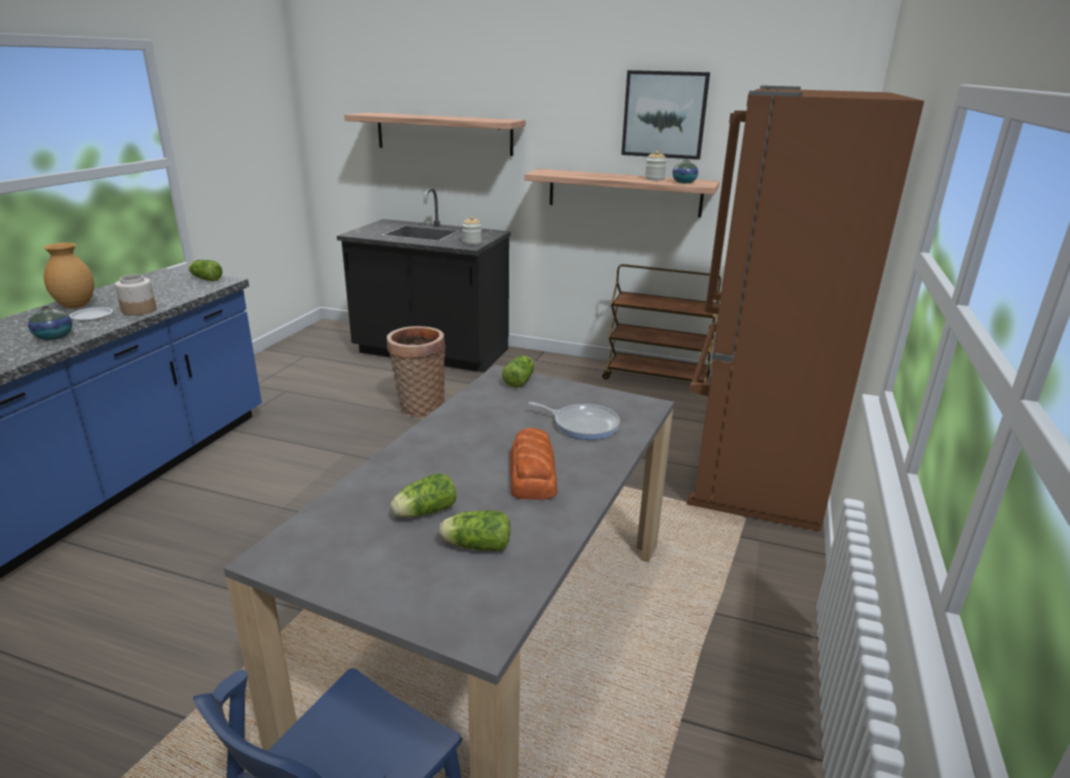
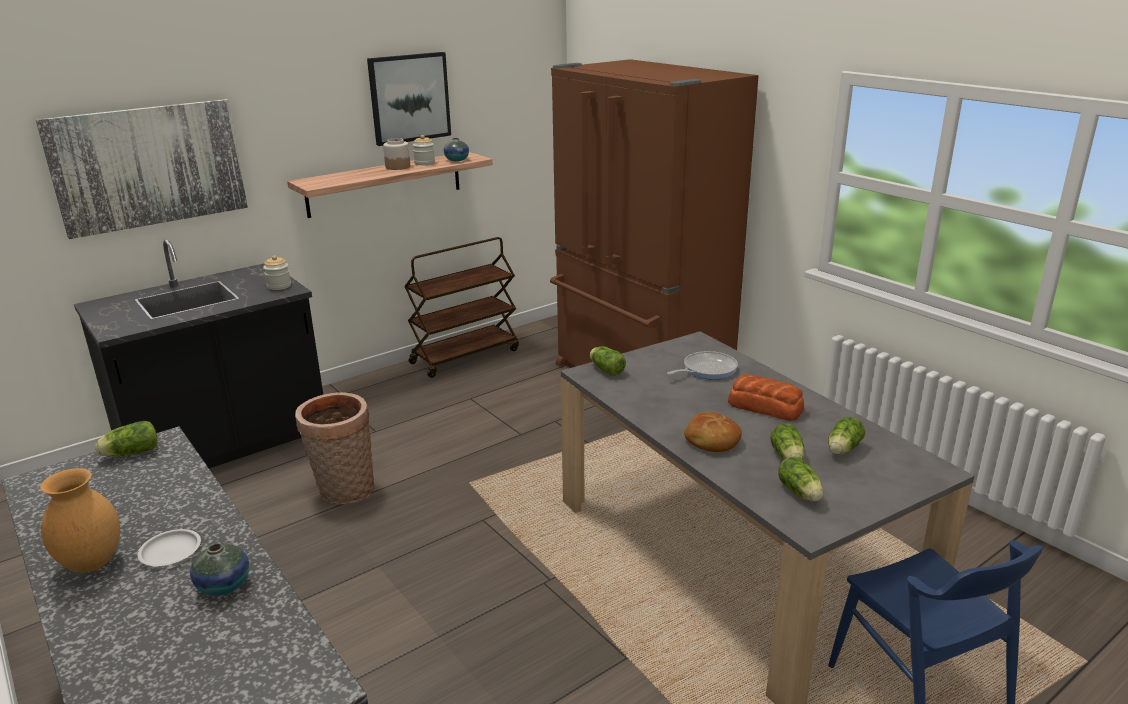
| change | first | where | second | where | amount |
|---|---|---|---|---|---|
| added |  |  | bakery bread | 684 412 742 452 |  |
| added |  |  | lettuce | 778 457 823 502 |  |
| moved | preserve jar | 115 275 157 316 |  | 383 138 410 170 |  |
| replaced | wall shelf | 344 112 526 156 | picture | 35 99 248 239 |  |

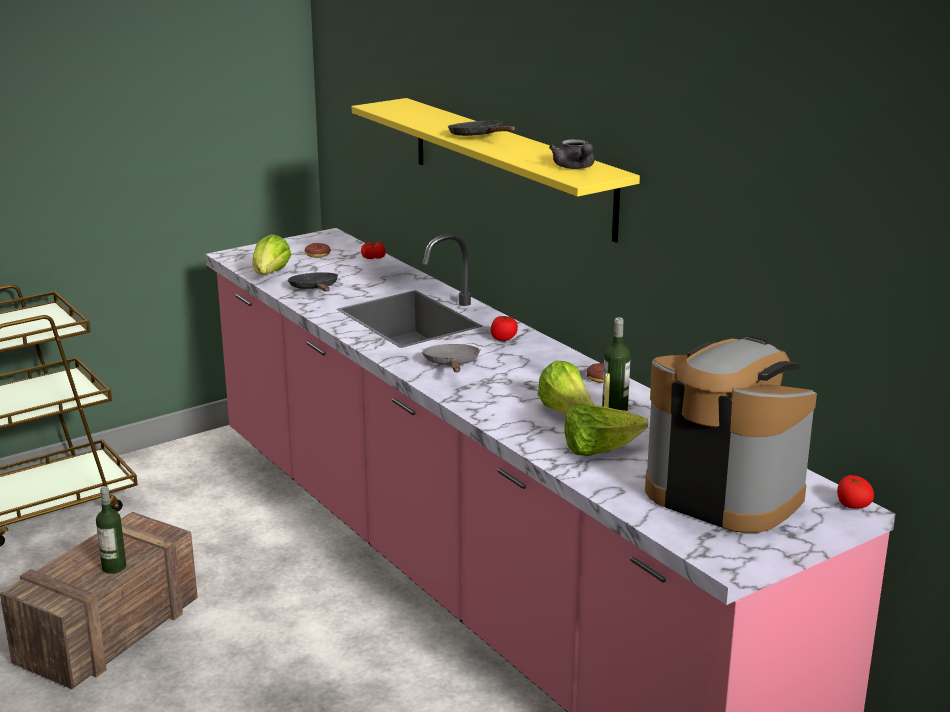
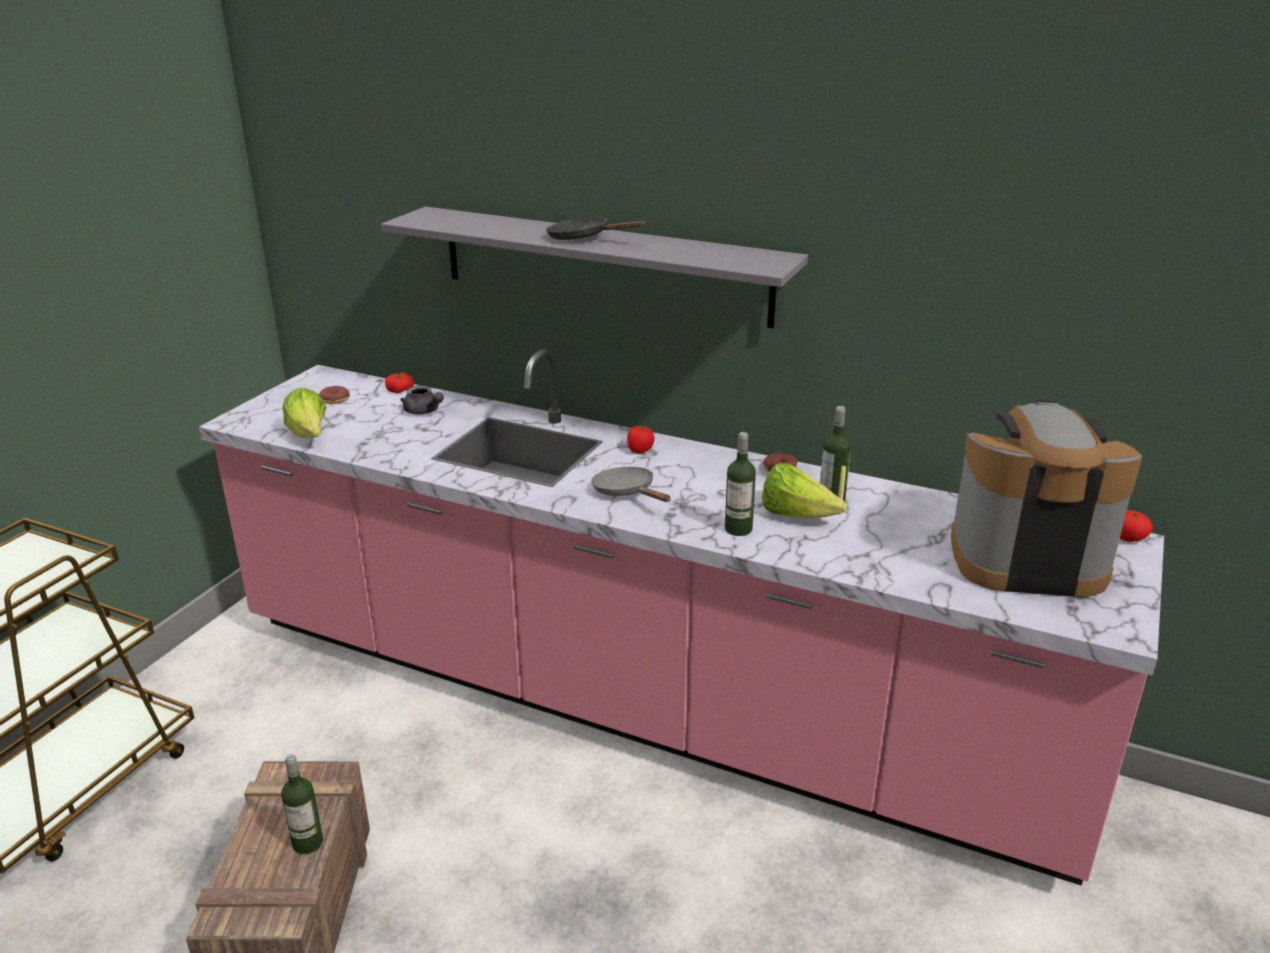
| change | first | where | second | where | amount |
|---|---|---|---|---|---|
| removed | black frying pan | 288 272 338 292 |  |  |  |
| removed | lettuce | 564 403 648 456 |  |  |  |
| added |  |  | beverage bottle | 725 432 756 536 |  |
| moved | gray pot for tea | 549 139 594 169 |  | 400 385 444 415 |  |
| recoloured | yellow-coloured wall shelf | 352 98 640 242 | gray wall shelf | 381 206 808 328 |  |

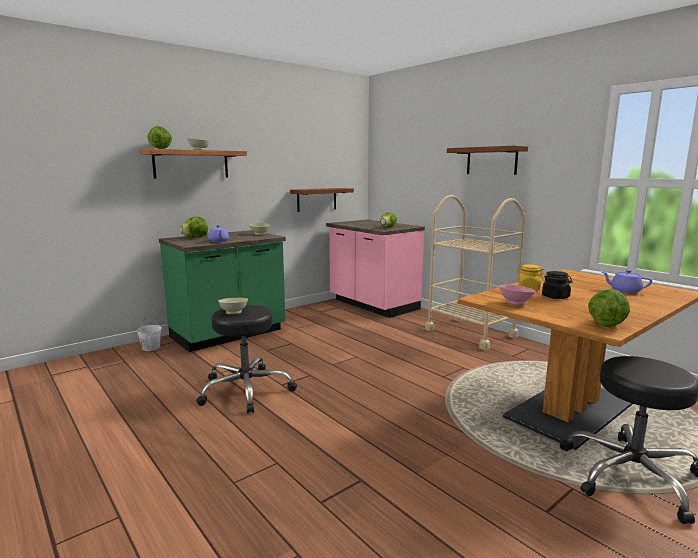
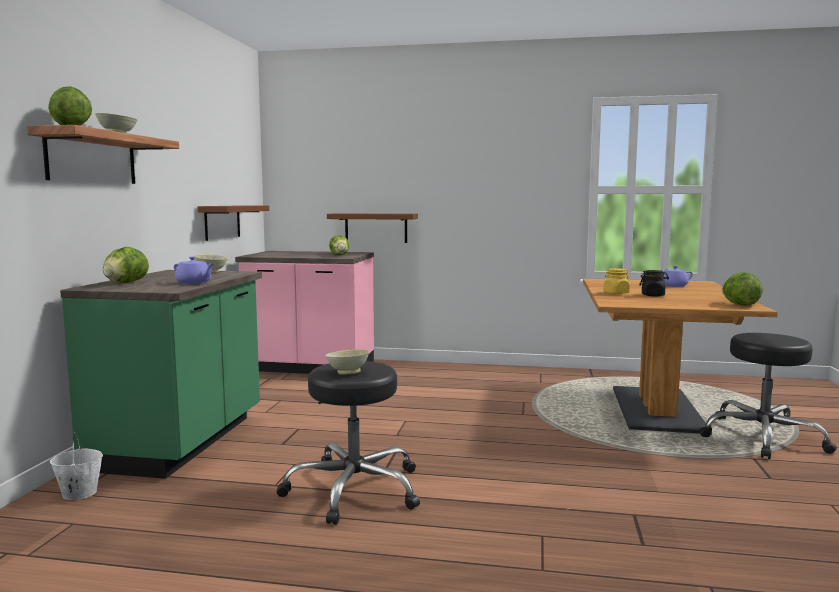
| change | first | where | second | where | amount |
|---|---|---|---|---|---|
| removed | beige-coloured wheeled cart | 425 195 525 350 |  |  |  |
| removed | pinkish bowl | 499 284 535 305 |  |  |  |
| moved | brownish wall shelf | 447 146 528 175 |  | 327 213 418 243 |  |

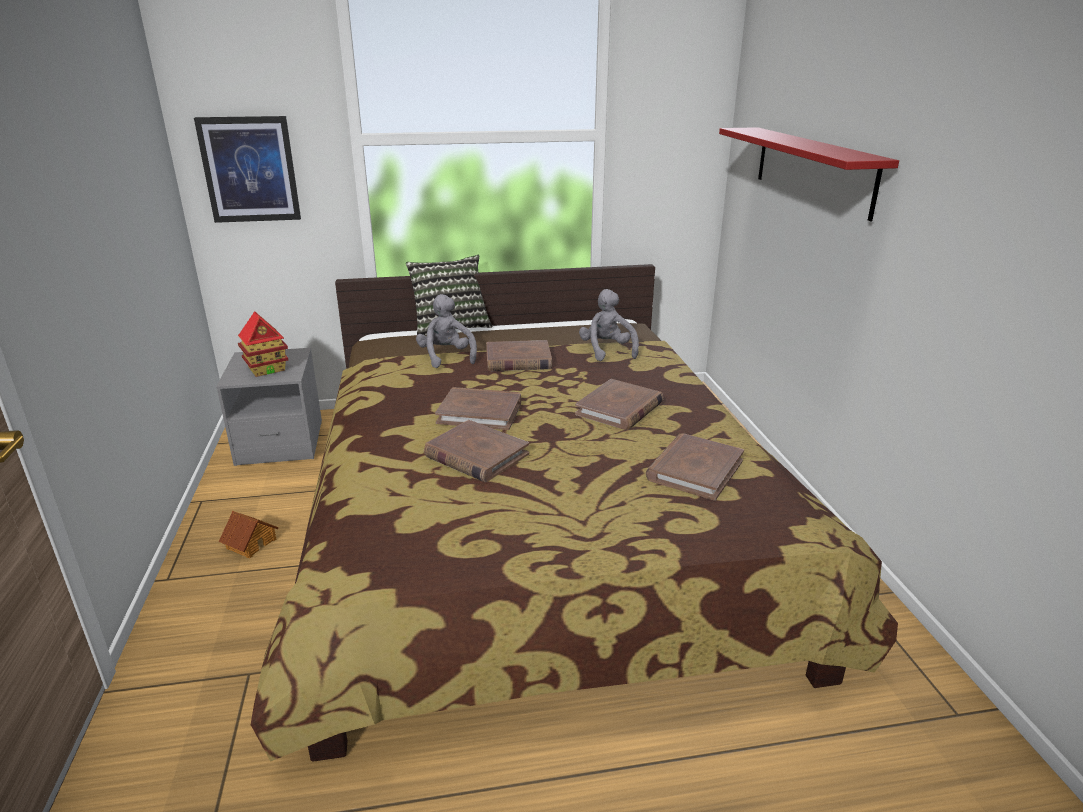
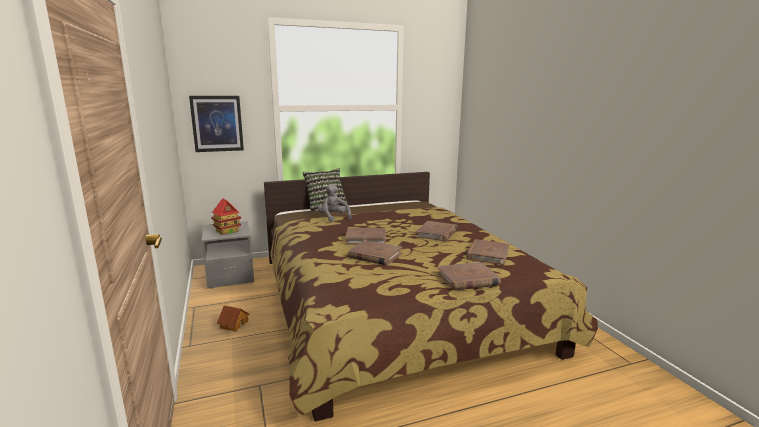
| change | first | where | second | where | amount |
|---|---|---|---|---|---|
| removed | gray cuddly toy | 579 289 639 361 |  |  |  |
| removed | red wall shelf | 719 127 899 221 |  |  |  |
| moved | brownish book | 486 340 552 371 |  | 437 262 501 291 |  |

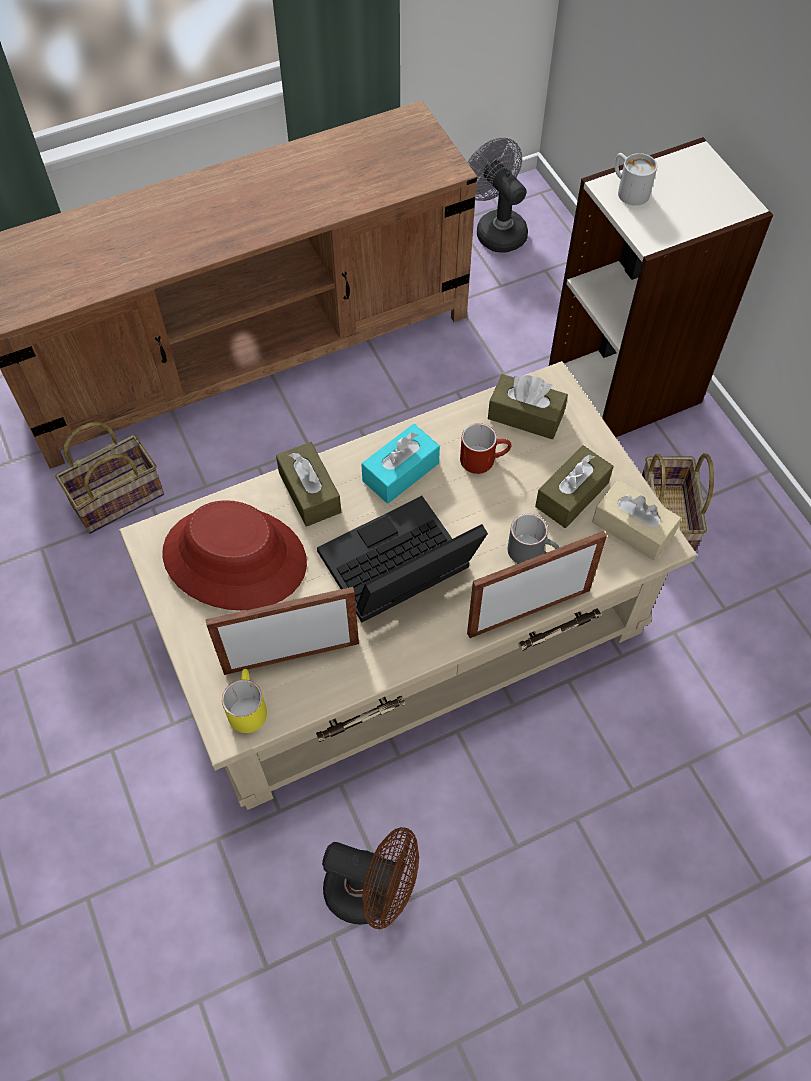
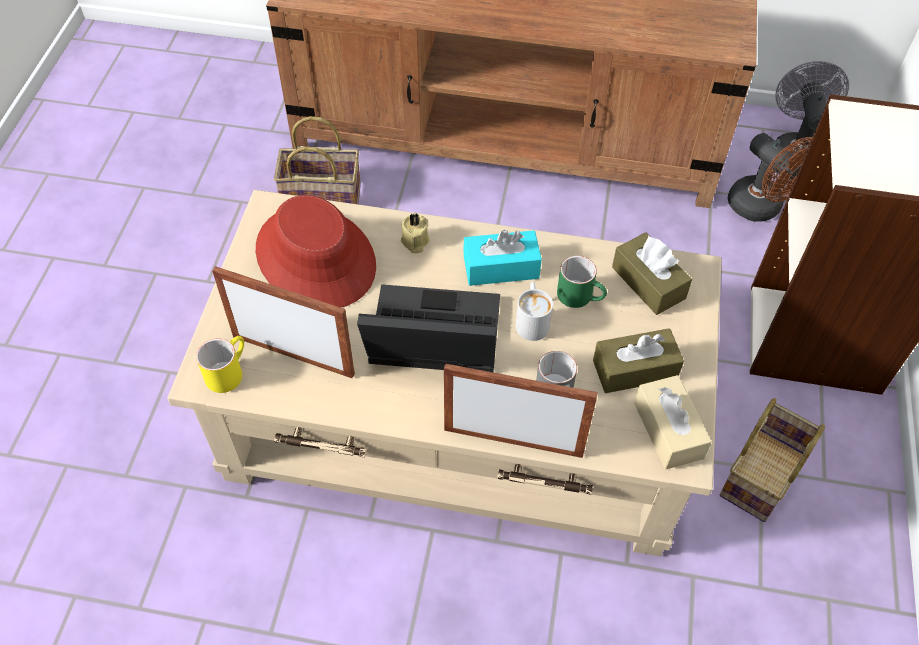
| change | first | where | second | where | amount |
|---|---|---|---|---|---|
| moved | brownish fan | 322 827 419 929 |  | 728 133 813 222 |  |
| moved | white-coloured tea mug | 615 153 657 206 |  | 516 281 553 341 |  |
| replaced | brownish tissue box | 276 442 341 527 | beige-coloured candle | 401 214 430 253 |  |
| recoloured | red tea mug | 460 423 511 474 | green-coloured tea mug | 557 256 607 308 |  |

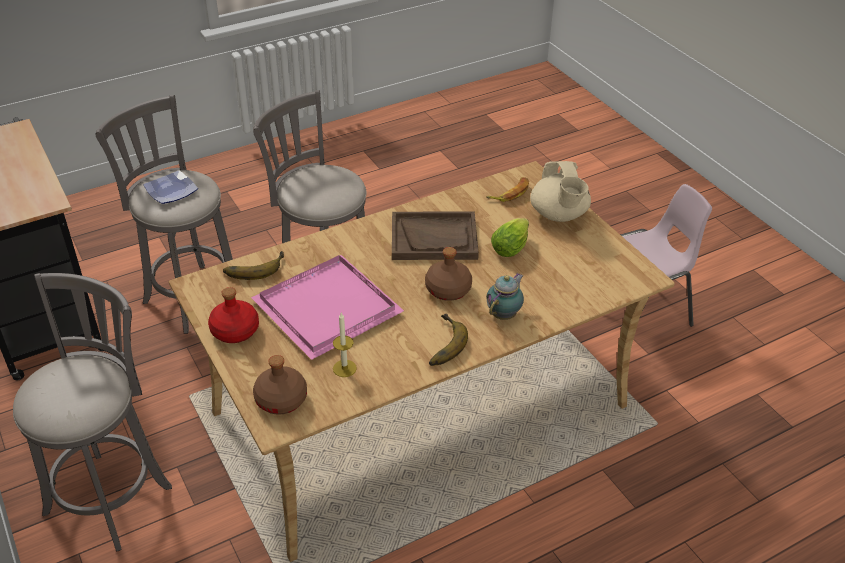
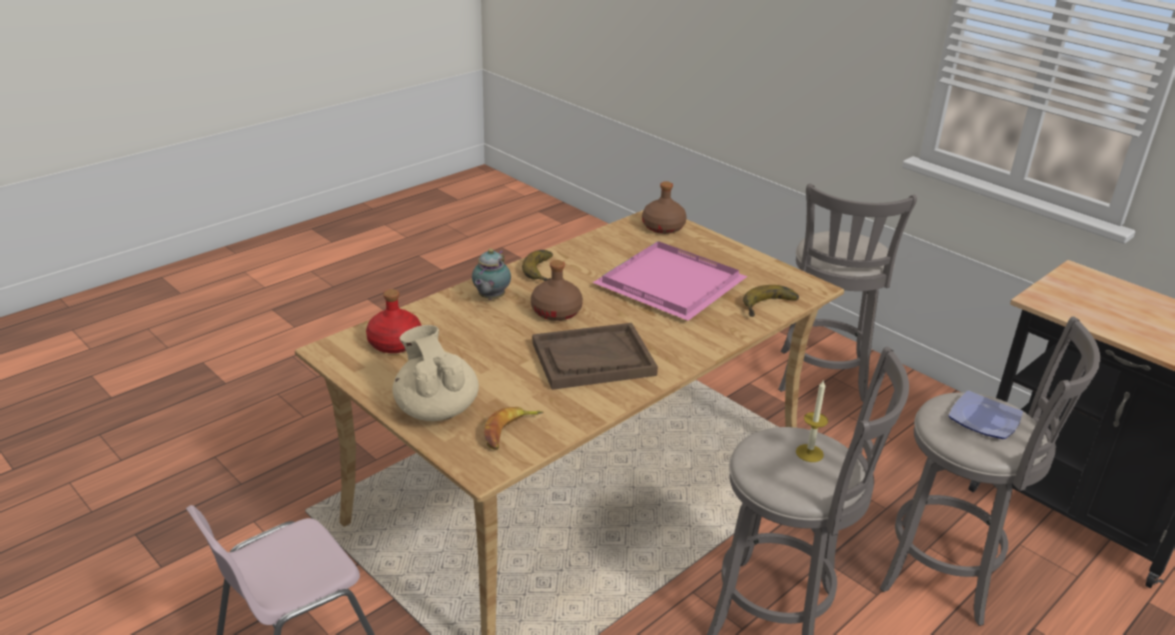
| change | first | where | second | where | amount |
|---|---|---|---|---|---|
| removed | lettuce | 491 218 529 257 |  |  |  |
| moved | red beverage bottle | 208 287 259 343 |  | 366 289 422 353 |  |
| moved | candle | 333 313 357 377 |  | 796 379 828 462 |  |

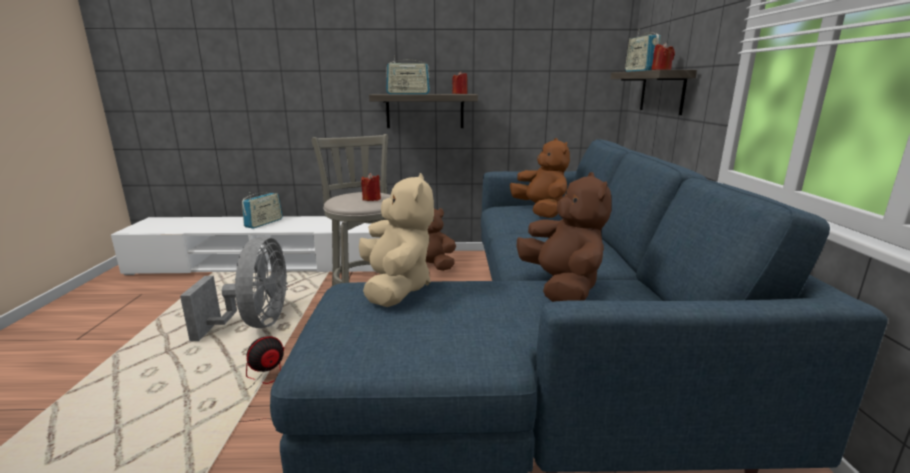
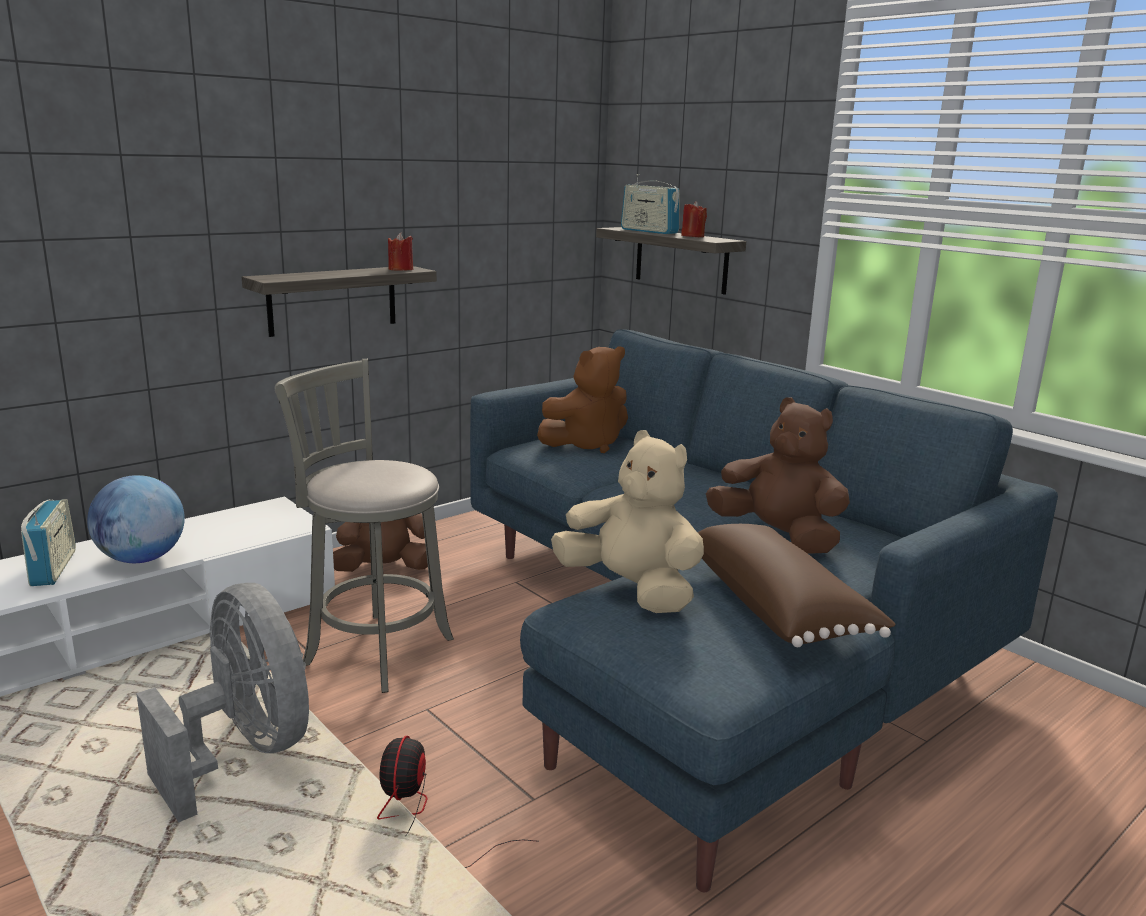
| change | first | where | second | where | amount |
|---|---|---|---|---|---|
| removed | red candle | 361 173 381 201 |  |  |  |
| removed | radio | 386 56 430 94 |  |  |  |
| added |  |  | desk globe | 87 475 185 563 |  |
| added |  |  | brownish throw pillow | 697 524 895 647 |  |
| turned | brownish cuddly toy | 510 138 570 218 |  | 537 347 628 453 | 120 degrees clockwise |

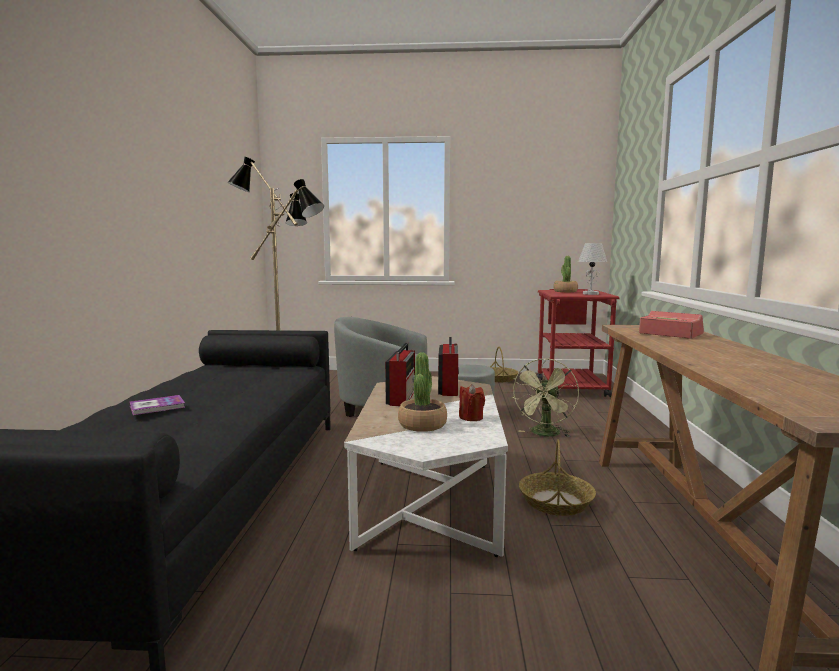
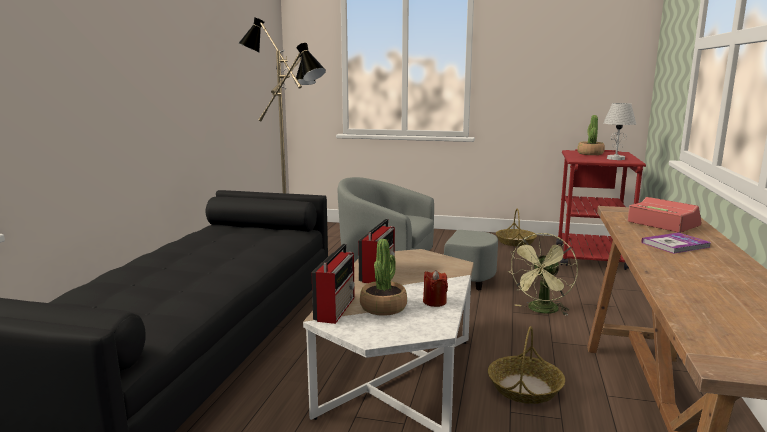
| change | first | where | second | where | amount |
|---|---|---|---|---|---|
| moved | book | 129 395 185 415 |  | 641 232 711 254 |  |
| moved | radio | 438 337 459 396 |  | 312 243 355 324 |  |

